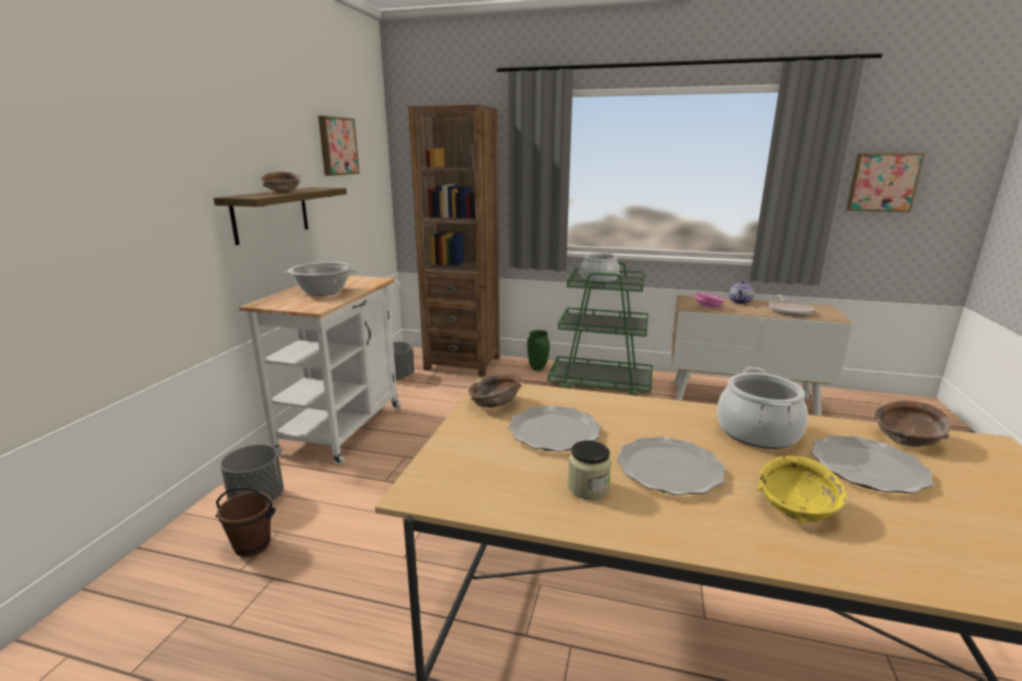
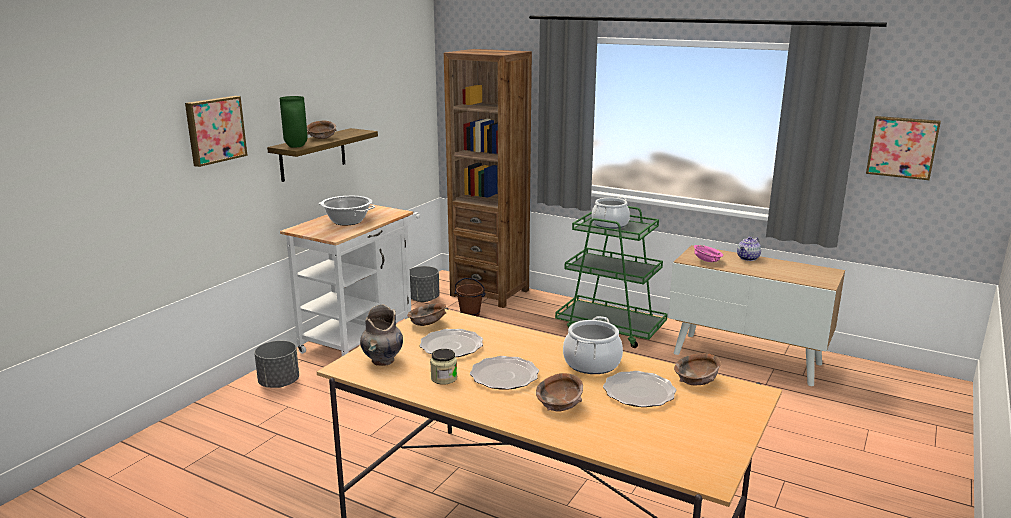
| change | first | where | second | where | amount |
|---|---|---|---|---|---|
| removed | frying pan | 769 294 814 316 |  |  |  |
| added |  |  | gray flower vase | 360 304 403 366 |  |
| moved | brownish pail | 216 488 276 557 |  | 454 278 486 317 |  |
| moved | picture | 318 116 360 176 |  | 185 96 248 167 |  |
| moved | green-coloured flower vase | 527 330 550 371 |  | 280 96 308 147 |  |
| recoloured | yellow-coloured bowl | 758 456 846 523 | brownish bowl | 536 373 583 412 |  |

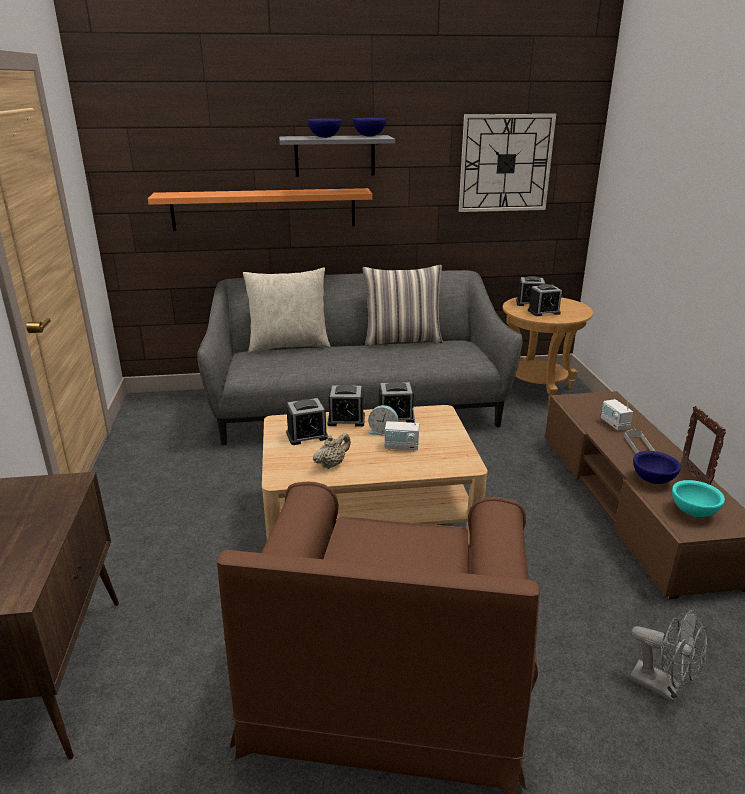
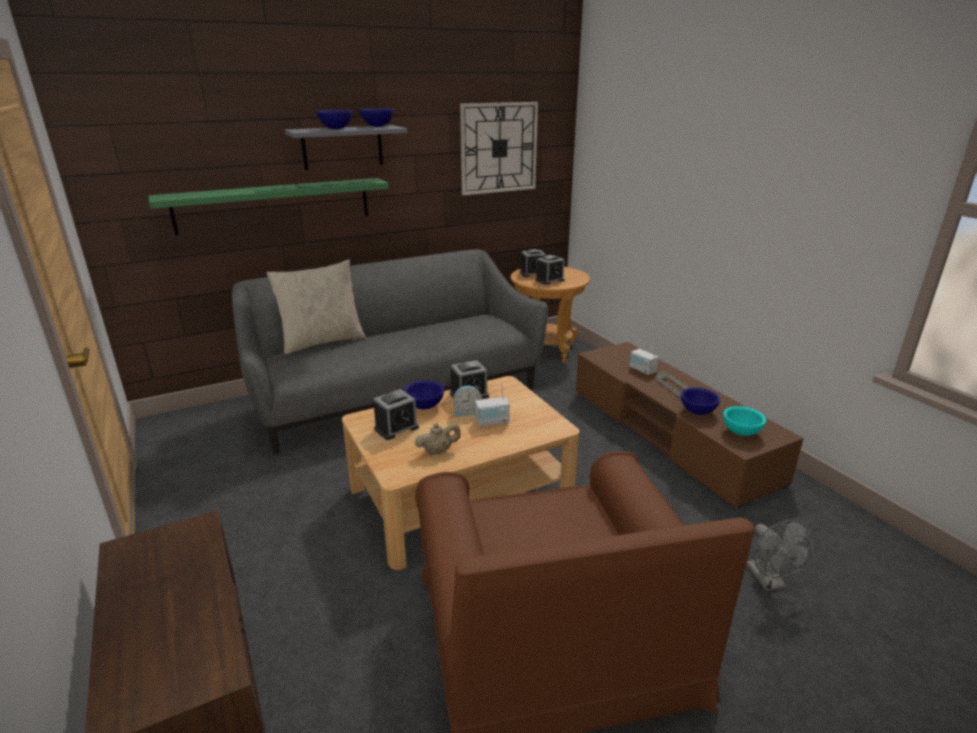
| change | first | where | second | where | amount |
|---|---|---|---|---|---|
| removed | throw pillow | 362 265 443 346 |  |  |  |
| removed | picture frame | 681 406 726 485 |  |  |  |
| replaced | alarm clock | 328 385 365 427 | blue bowl | 404 380 444 409 |  |
| recoloured | orangey wall shelf | 148 188 373 231 | green-coloured wall shelf | 148 178 389 236 |  |
| turned | beige-coloured pot for tea | 313 433 351 469 |  | 415 423 461 455 | 45 degrees clockwise |
| turned | gray fan | 630 610 707 702 |  | 746 520 814 591 | 60 degrees clockwise |

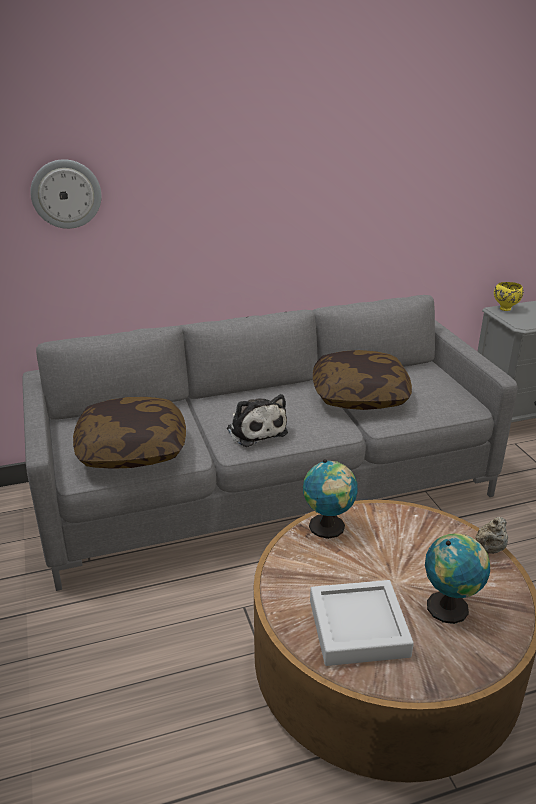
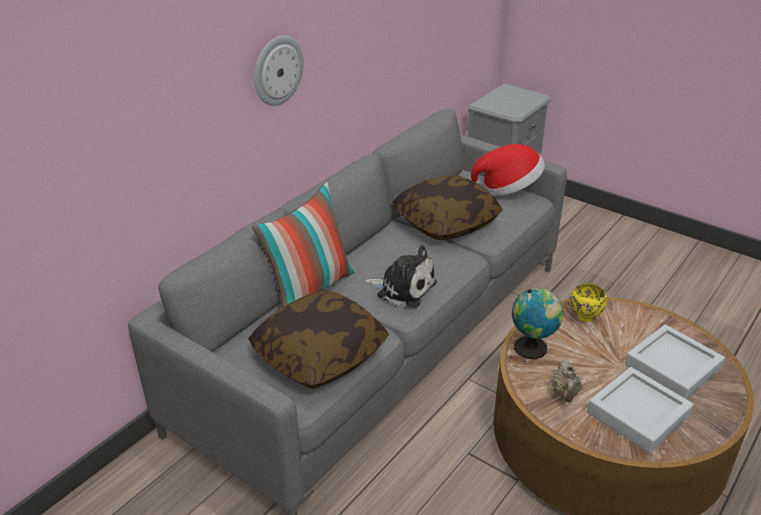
| change | first | where | second | where | amount |
|---|---|---|---|---|---|
| added |  |  | throw pillow | 252 182 355 308 |  |
| added |  |  | hat | 471 144 545 196 |  |
| moved | hanging clock | 30 159 102 229 |  | 254 36 304 106 |  |
| moved | beige-coloured pot for tea | 475 517 508 554 |  | 551 360 582 403 |  |
| moved | yellow-coloured bowl | 494 282 523 311 |  | 570 284 607 322 |  |
| replaced | desk globe | 425 533 490 624 | gray carrying tray | 625 325 725 399 |  |

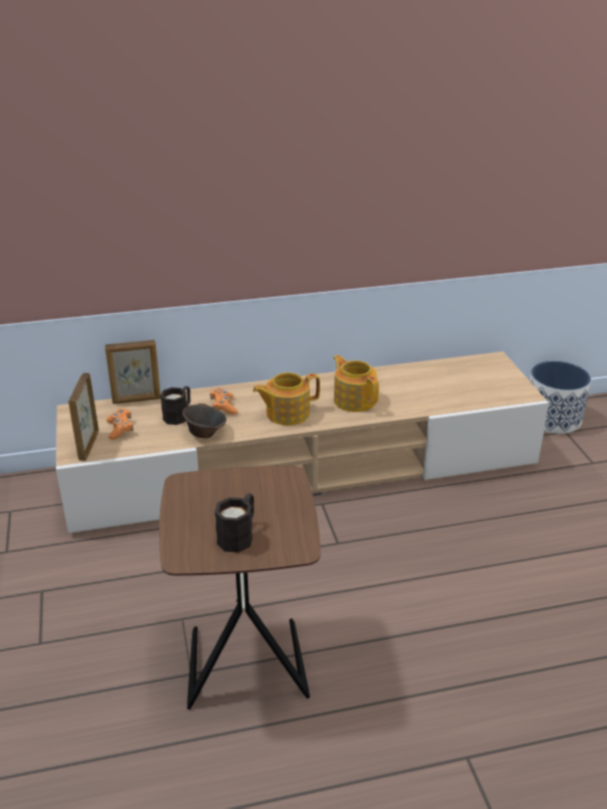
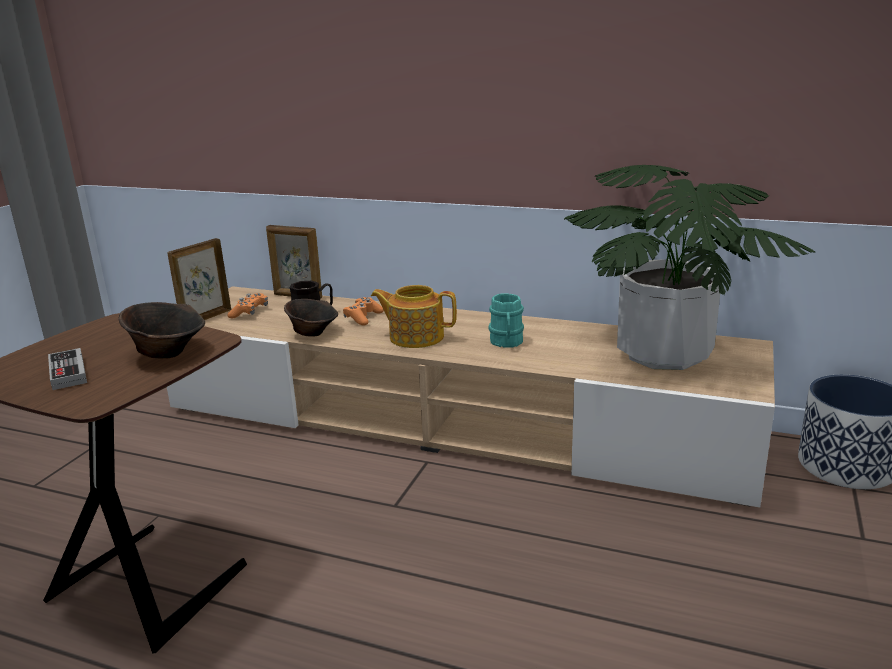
| change | first | where | second | where | amount |
|---|---|---|---|---|---|
| added |  |  | brownish bowl | 118 302 205 359 |  |
| added |  |  | plant in a pot | 564 165 815 370 |  |
| replaced | black tea mug | 215 494 254 553 | game controller | 48 348 87 390 |  |
| replaced | pot for tea | 333 355 379 412 | turquoise tea mug | 488 293 524 348 |  |

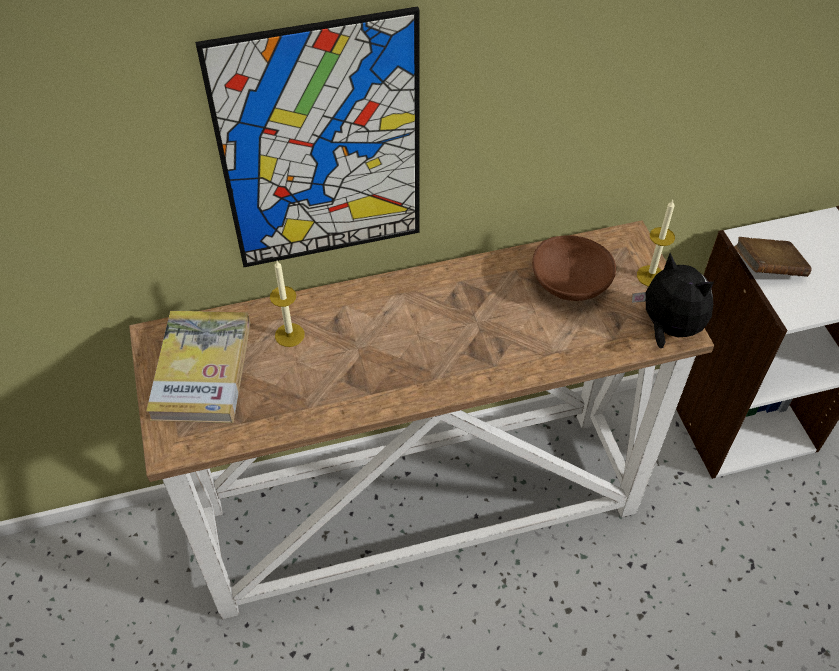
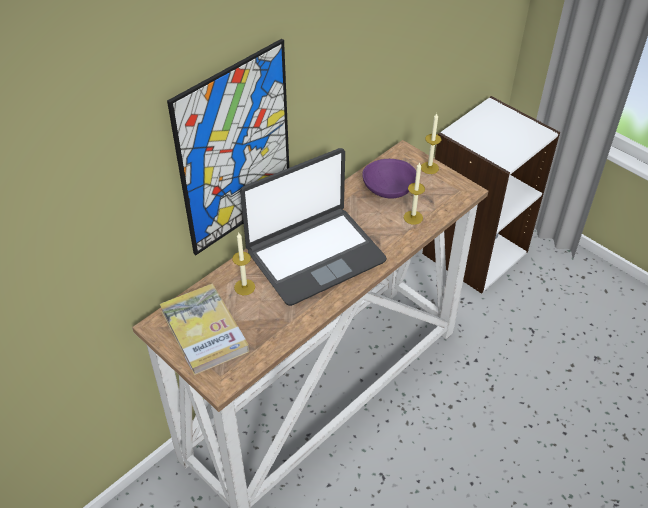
| change | first | where | second | where | amount |
|---|---|---|---|---|---|
| removed | cuddly toy | 632 253 714 348 |  |  |  |
| removed | brownish book | 734 237 812 277 |  |  |  |
| added |  |  | portable computer | 240 148 387 306 |  |
| added |  |  | candle | 404 162 425 225 |  |
| recoloured | brownish bowl | 532 235 616 301 | purple-coloured bowl | 362 159 416 198 |  |

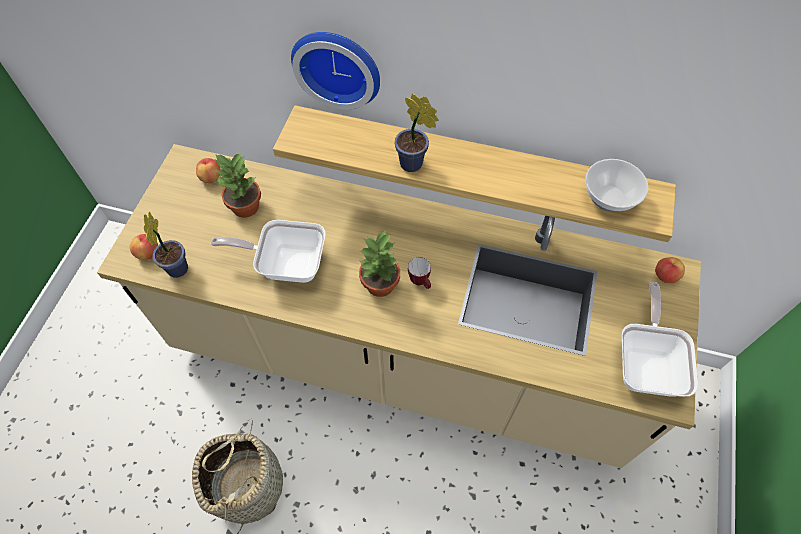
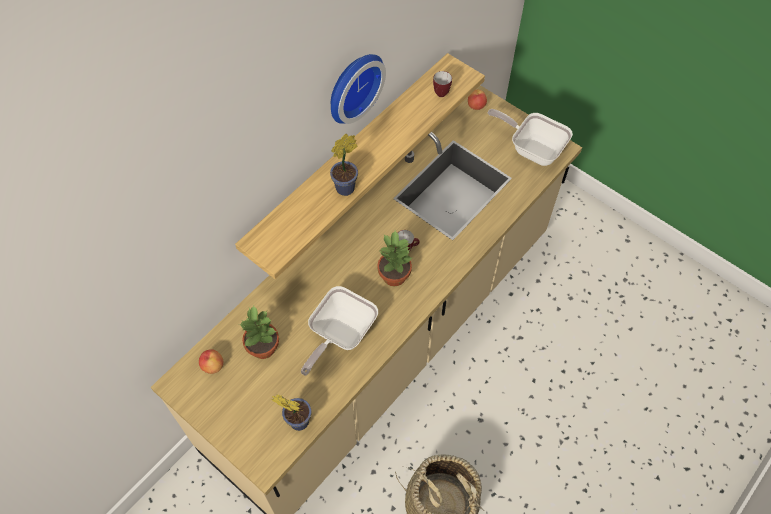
| change | first | where | second | where | amount |
|---|---|---|---|---|---|
| removed | whole apple | 129 234 158 260 |  |  |  |
| moved | hanging clock | 291 32 380 109 |  | 331 54 386 124 |  |
| replaced | bowl | 586 159 648 212 | tea mug | 433 71 452 97 |  |

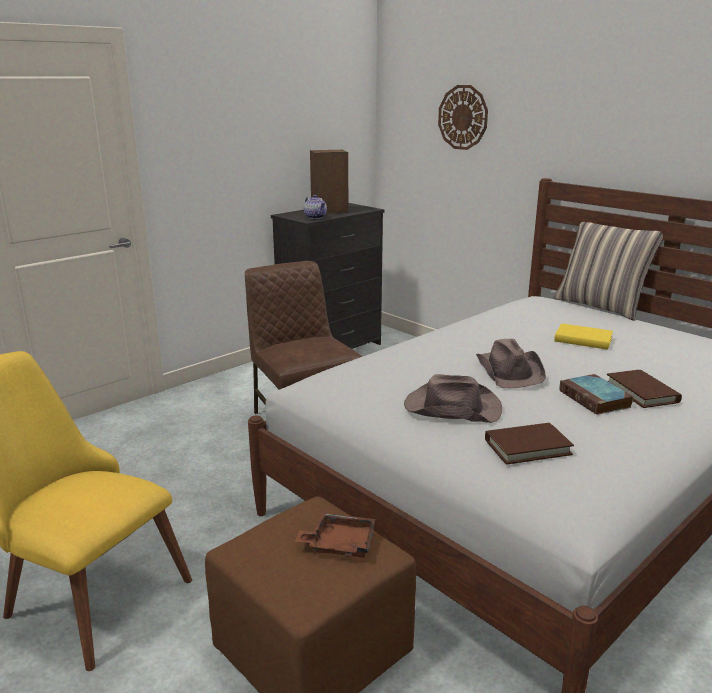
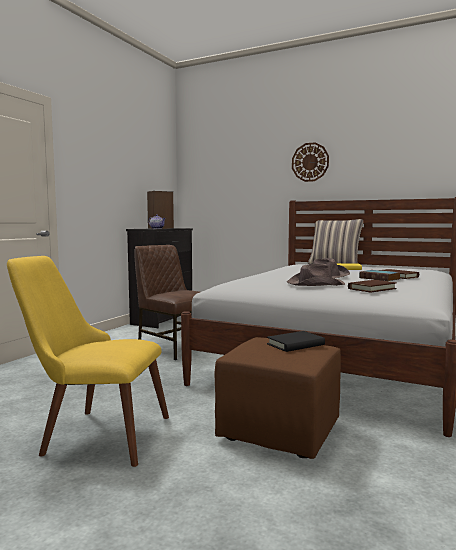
| change | first | where | second | where | amount |
|---|---|---|---|---|---|
| moved | hanging clock | 438 85 488 150 |  | 292 142 329 182 |  |
| replaced | brownish carrying tray | 295 512 375 558 | black book | 267 331 325 352 |  |

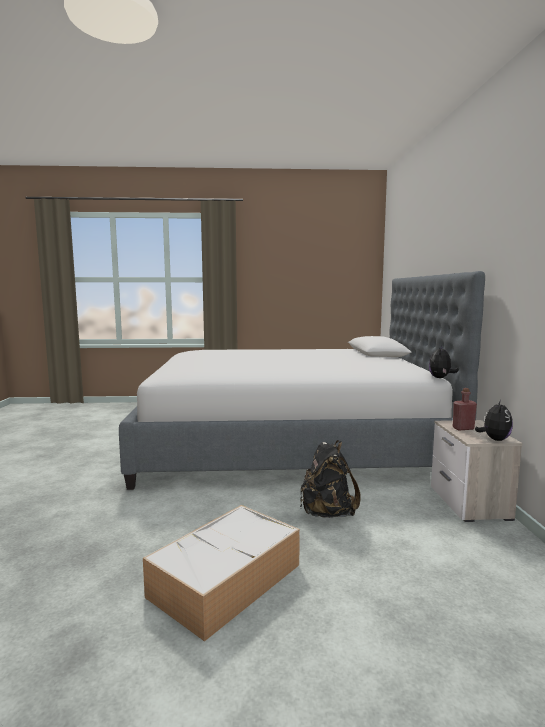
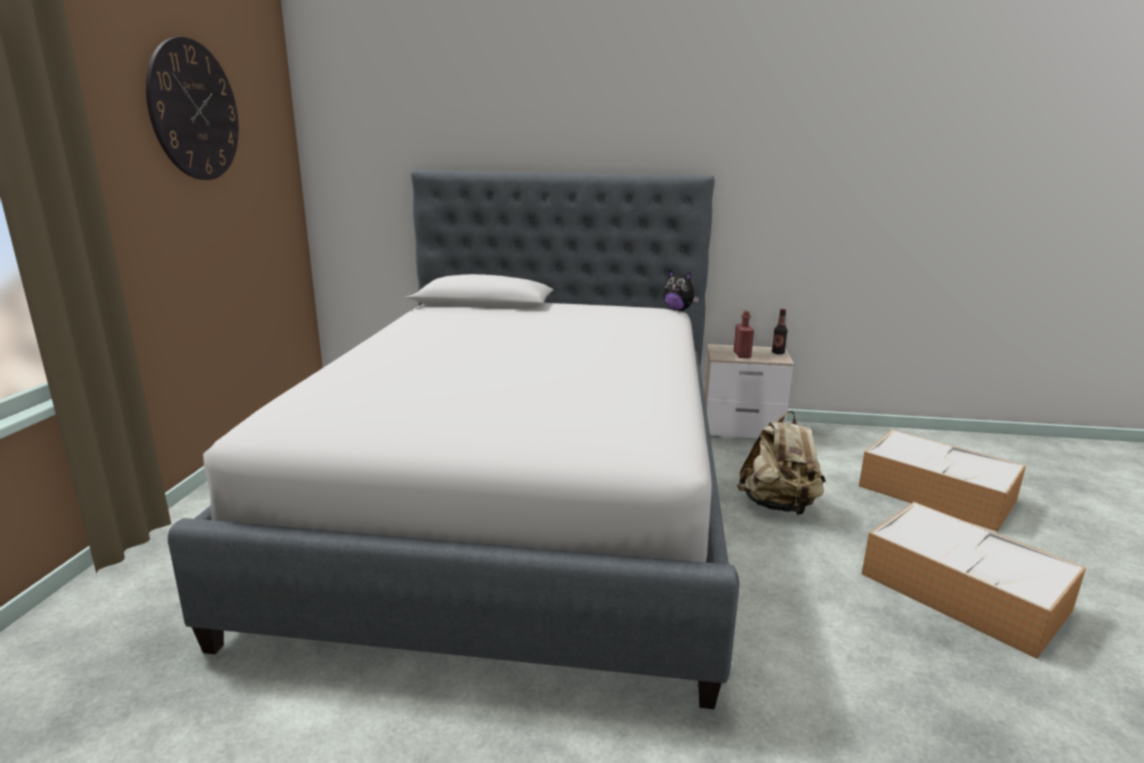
| change | first | where | second | where | amount |
|---|---|---|---|---|---|
| added |  |  | hanging clock | 146 37 239 180 |  |
| added |  |  | storage bin | 859 430 1026 532 |  |
| replaced | cuddly toy | 475 400 513 441 | beverage bottle | 772 309 788 354 |  |
| recoloured | black knapsack | 300 440 360 518 | beige-coloured knapsack | 737 411 826 515 |  |

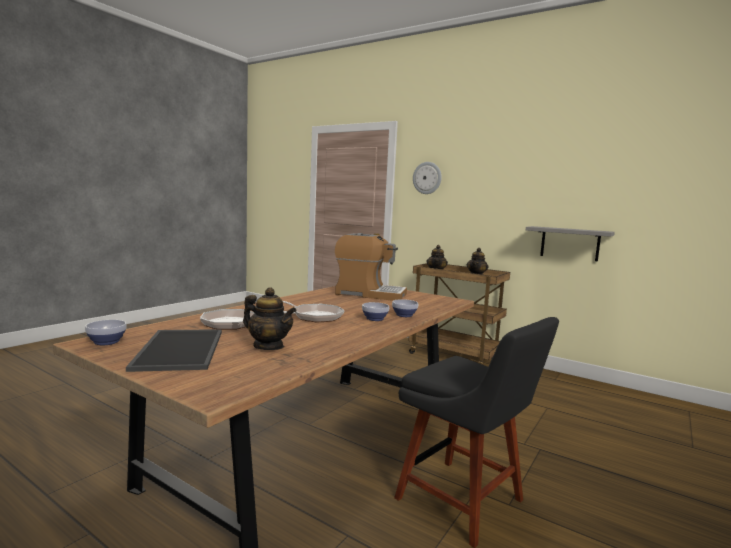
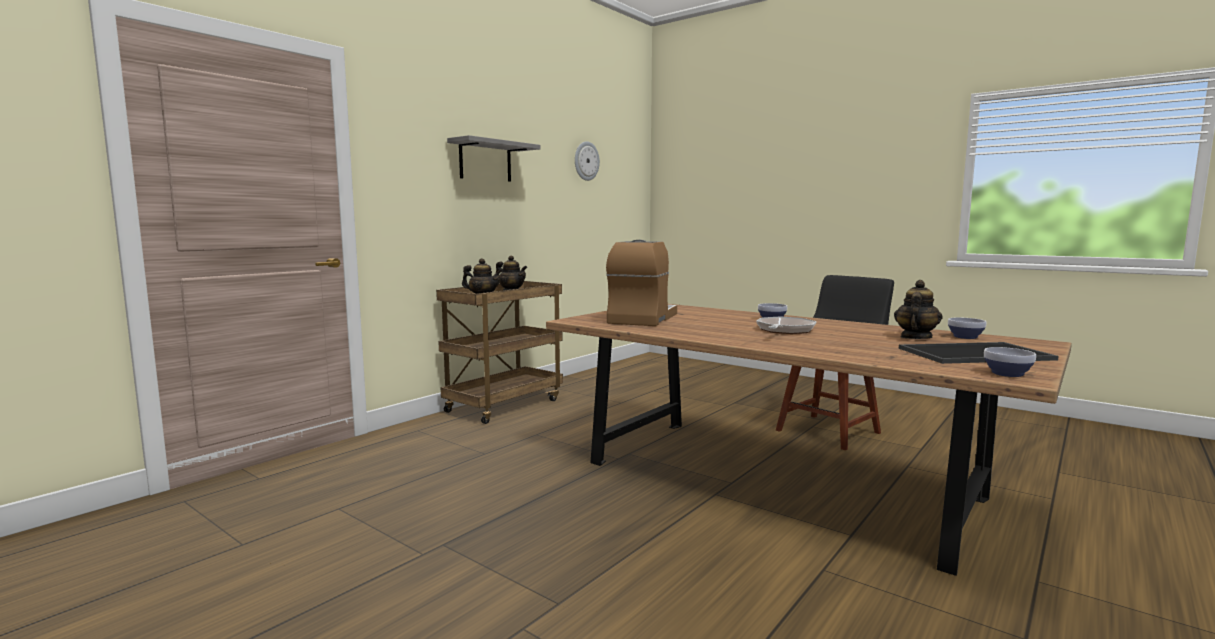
| change | first | where | second | where | amount |
|---|---|---|---|---|---|
| removed | frying pan | 200 309 295 330 |  |  |  |
| moved | bowl | 392 299 418 317 |  | 948 317 986 339 |  |
| moved | hanging clock | 413 162 442 194 |  | 575 141 600 181 |  |
| moved | gray wall shelf | 526 226 615 262 |  | 447 135 541 182 |  |

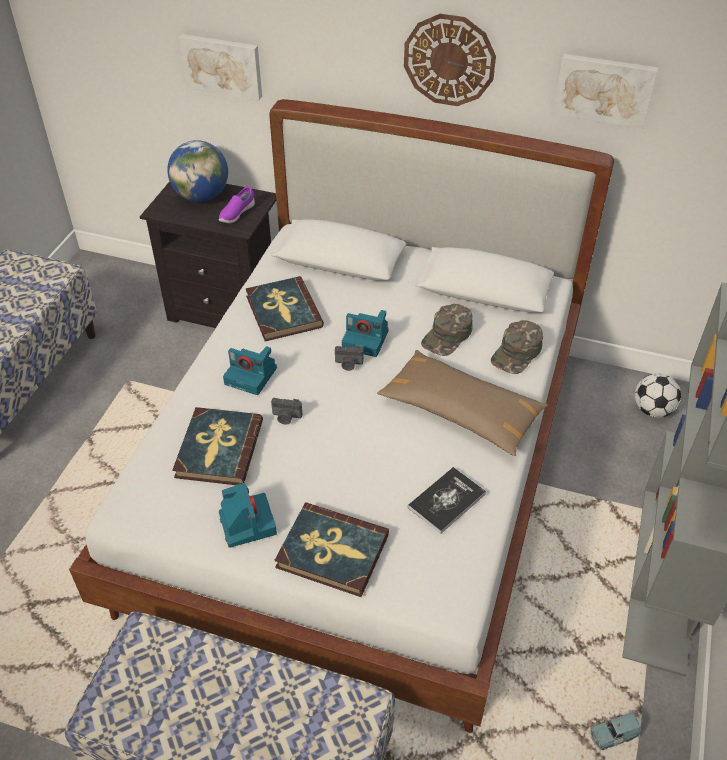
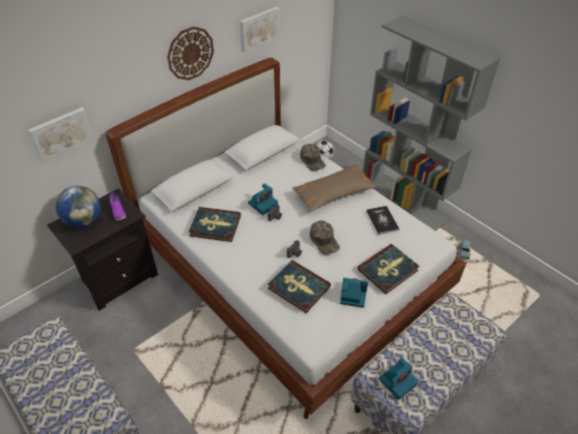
| change | first | where | second | where | amount |
|---|---|---|---|---|---|
| moved | photo camera | 223 346 277 395 |  | 379 358 418 400 |  |
| moved | green-coloured baseball cap | 421 304 473 356 |  | 310 221 340 255 |  |

